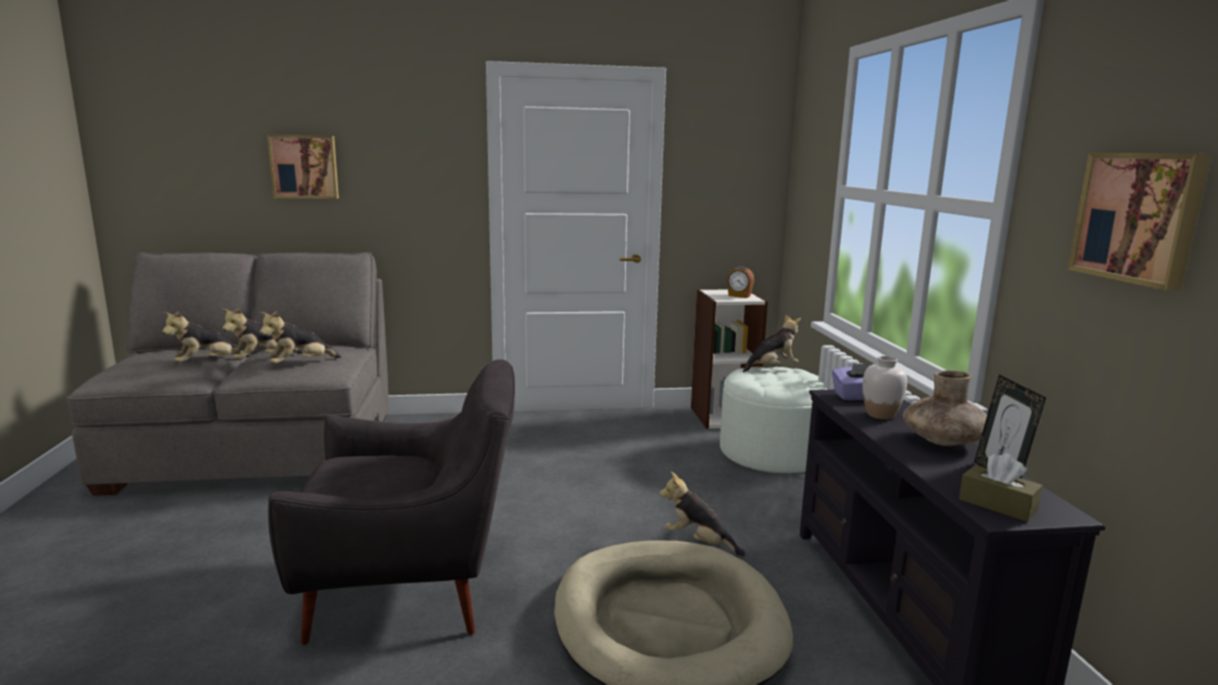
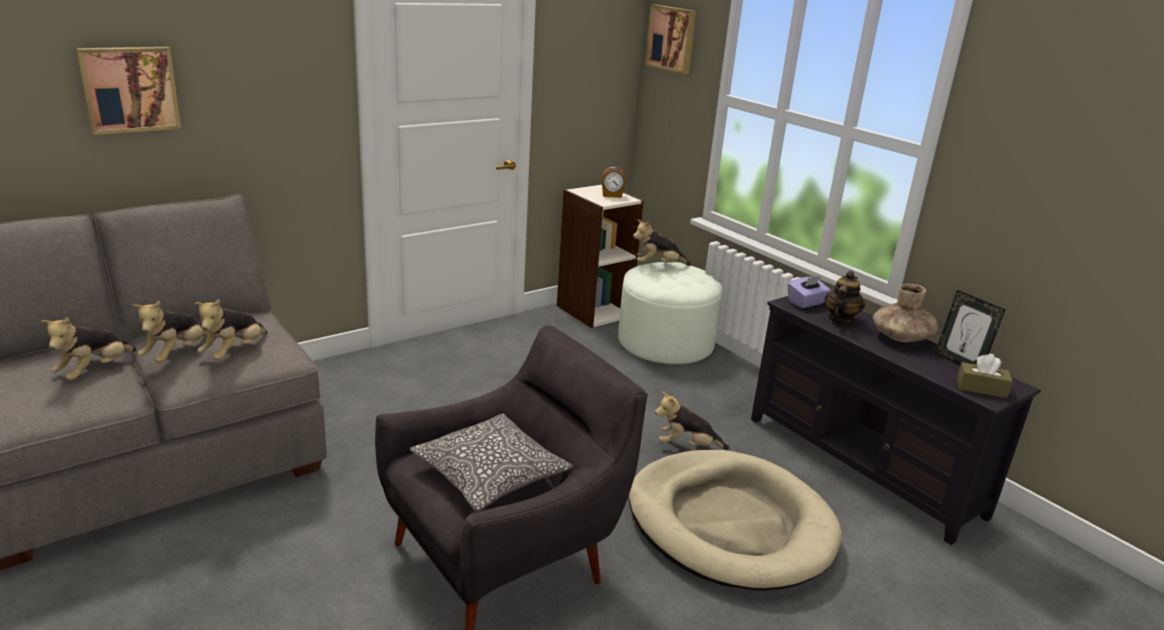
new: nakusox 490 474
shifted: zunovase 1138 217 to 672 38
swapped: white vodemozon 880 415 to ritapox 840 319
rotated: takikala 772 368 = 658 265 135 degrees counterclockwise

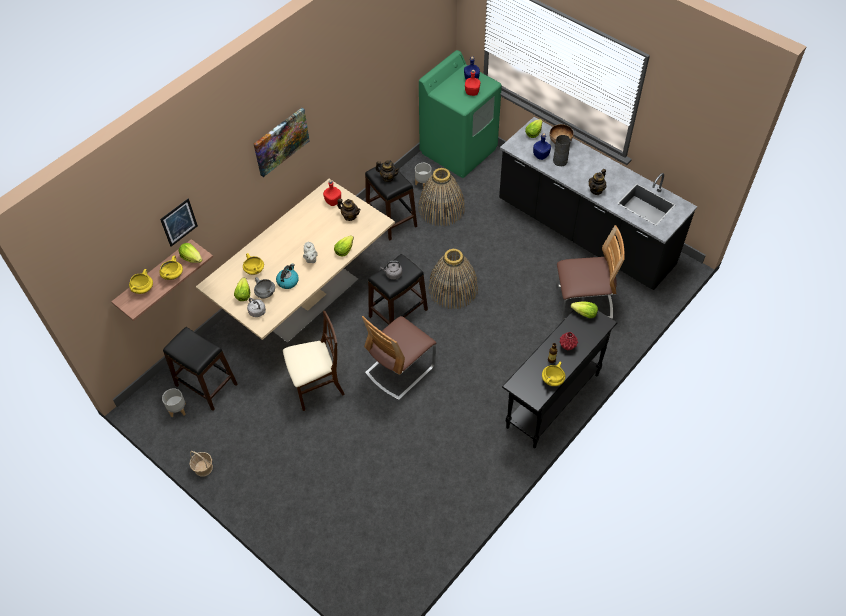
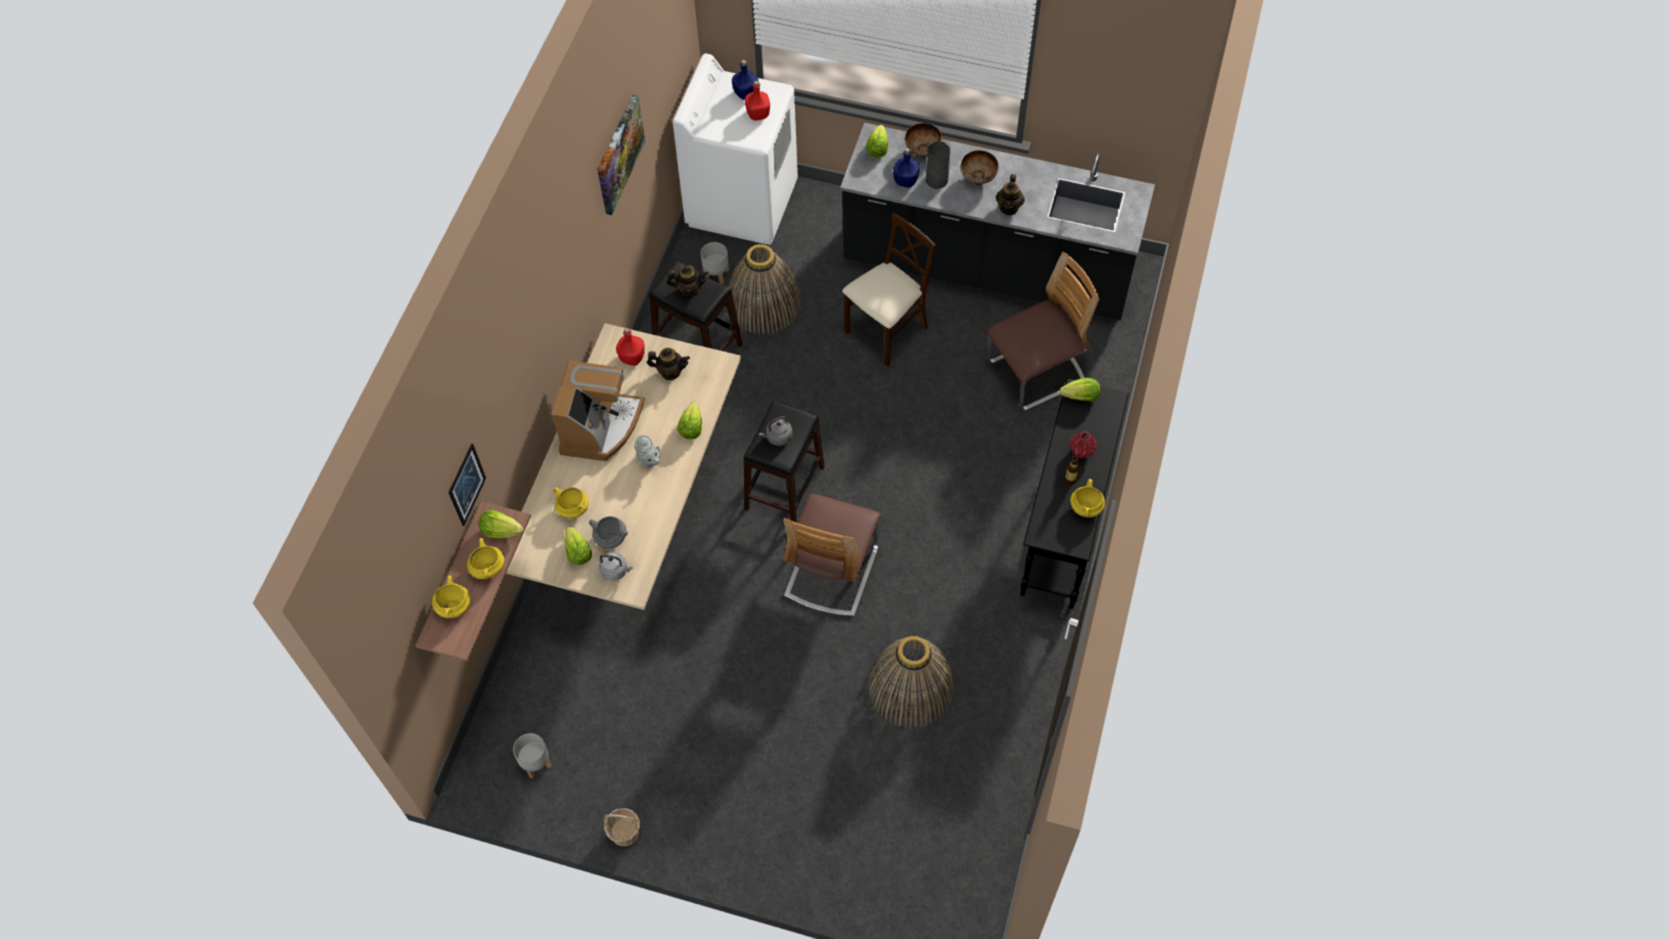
gone: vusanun 288 281; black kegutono 206 385
new: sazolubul 977 179; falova 600 427
shifted: zunovase 281 141 to 619 154; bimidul 453 288 to 911 687; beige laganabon 317 387 to 886 332
repainted: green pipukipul 459 150 to white pipukipul 742 202

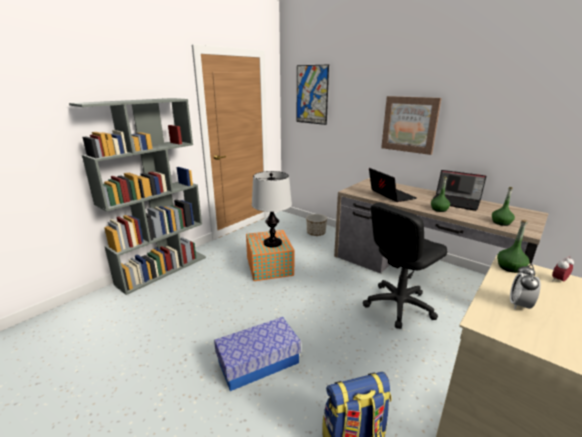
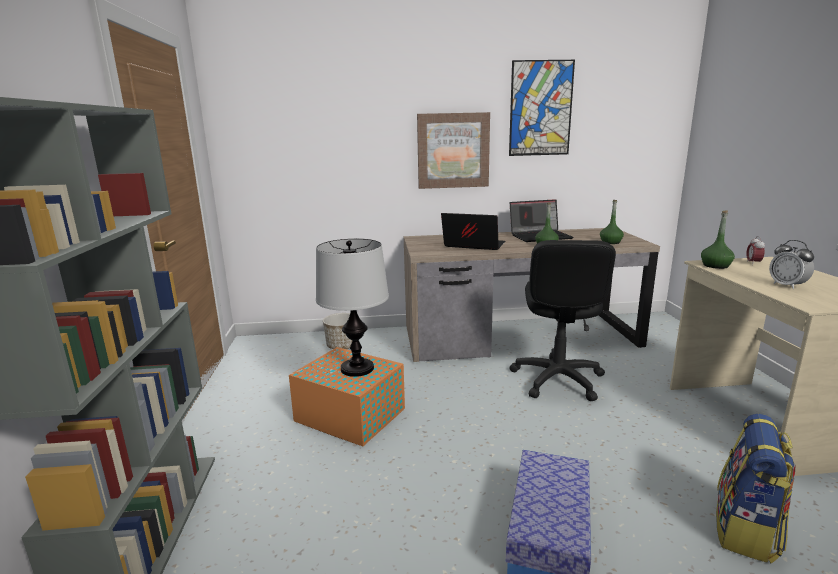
shifted: zunovase 312 95 to 540 108

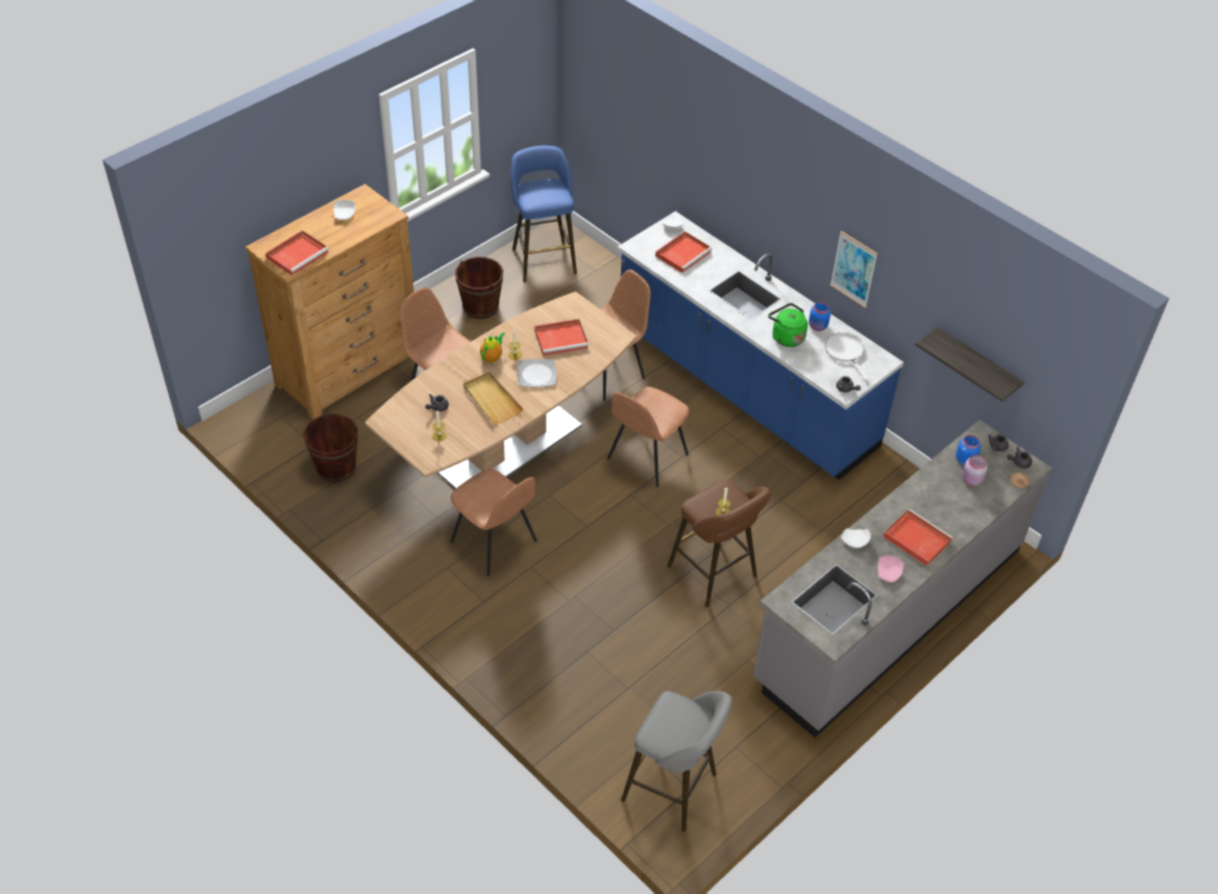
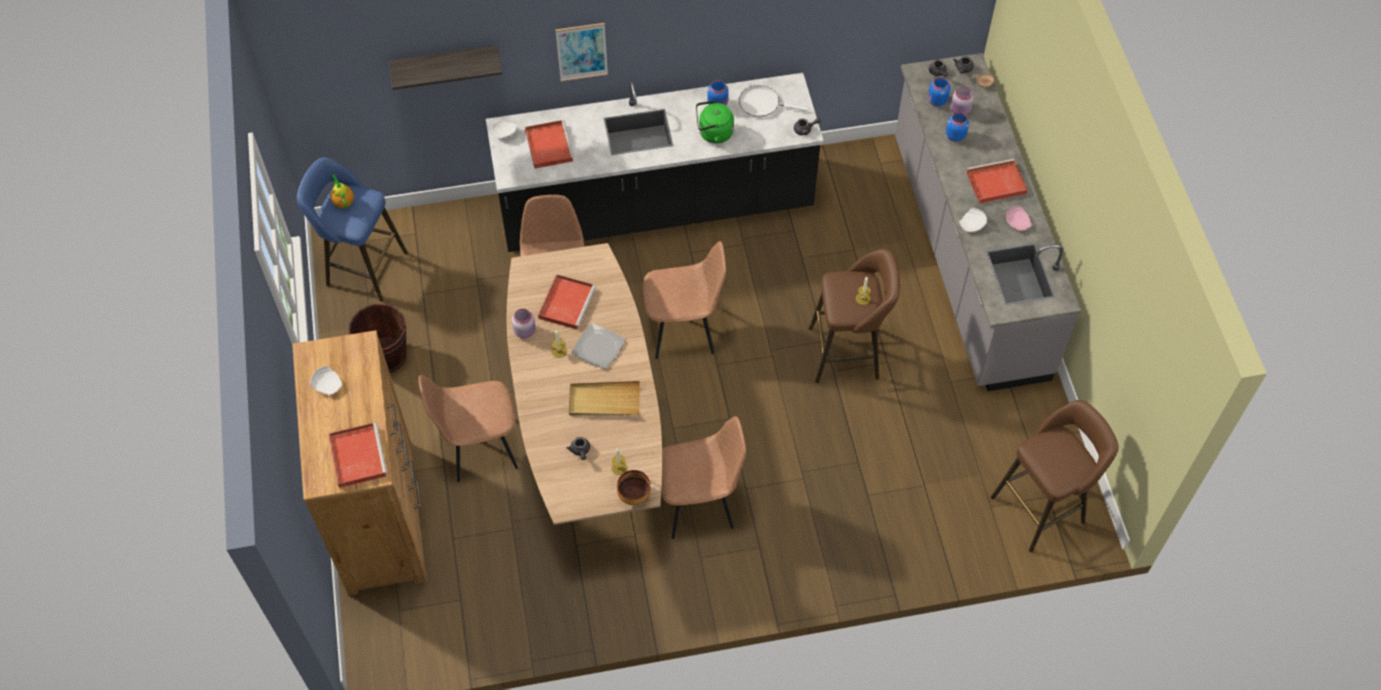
gone: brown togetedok 336 467
new: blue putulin 955 135; pink putulin 525 331; sazolubul 634 495
shifted: zunovase 853 269 to 582 52; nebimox 976 366 to 445 64; ritapox 492 357 to 343 201
repainted: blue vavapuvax 744 387 to black vavapuvax 656 207; grey kegutono 674 789 to brown kegutono 1042 507
rotated: brown laganabon 646 458 = 684 329 75 degrees counterclockwise

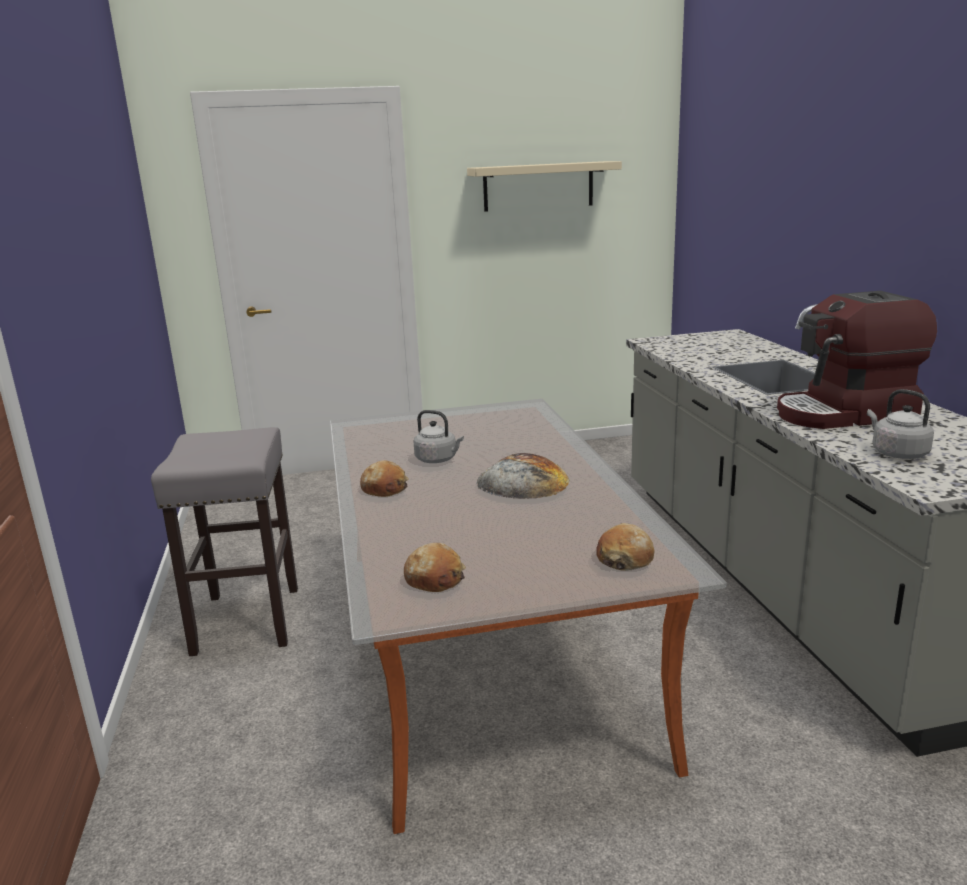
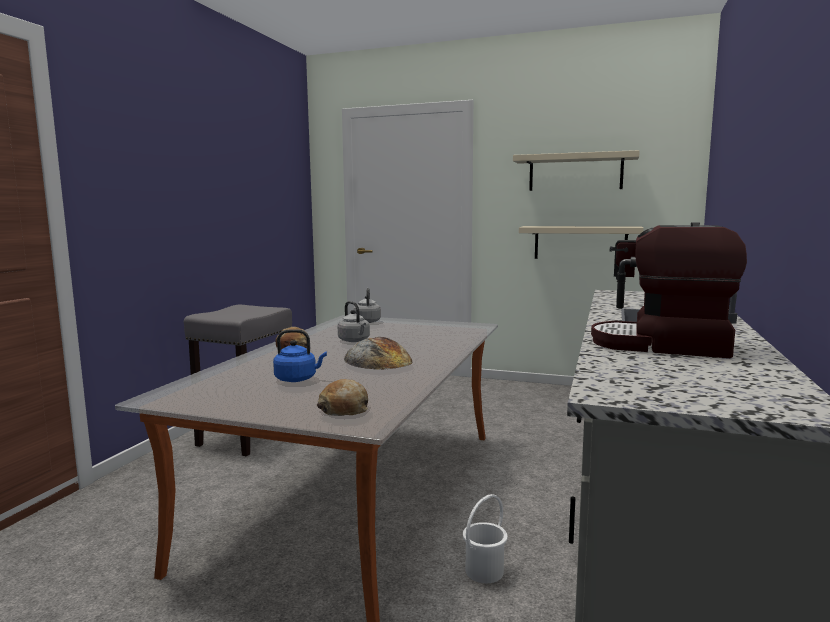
gone: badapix 435 578
new: beige nebimox 580 243; blue vusanun 298 379; white togetedok 485 571
shifted: grey vusanun 896 453 to 367 321

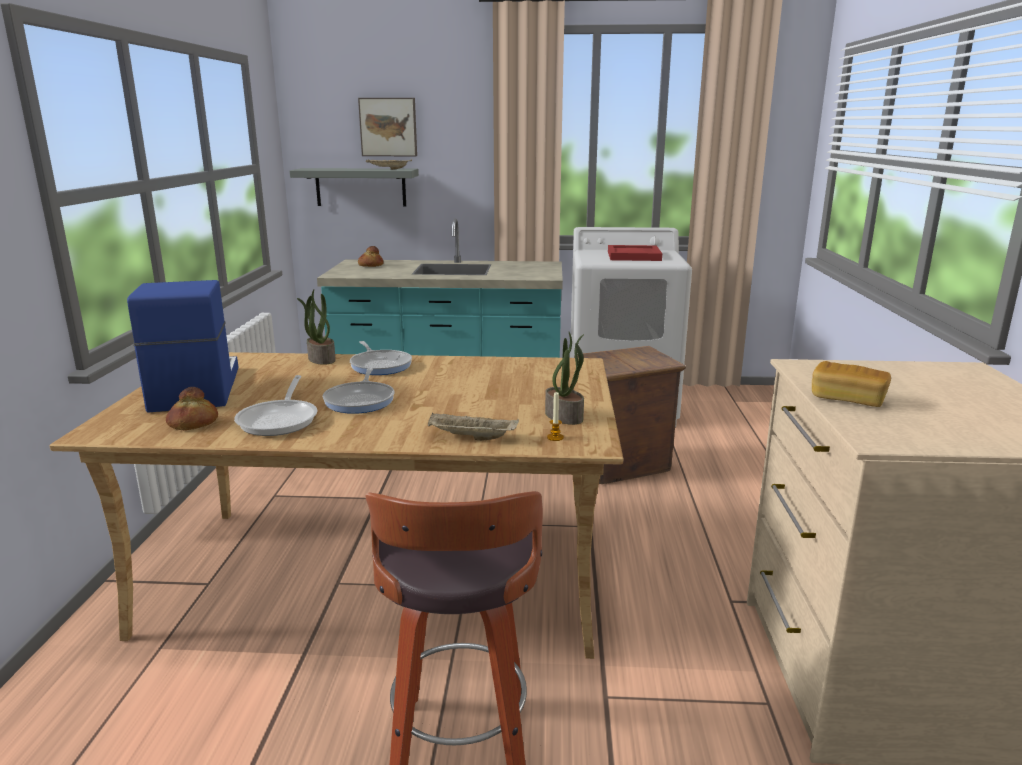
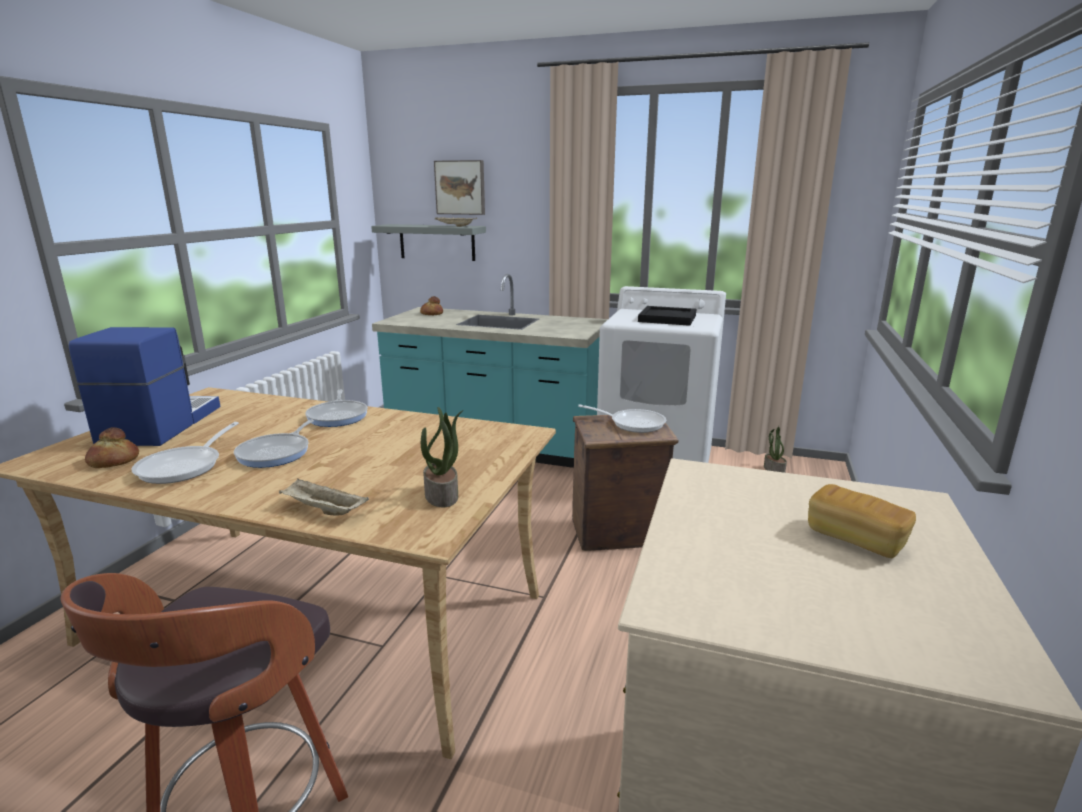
gone: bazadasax 555 437
new: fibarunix 632 423
shifted: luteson 321 359 to 773 469; badapix 847 399 to 855 538
repainted: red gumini 633 256 to black gumini 666 318

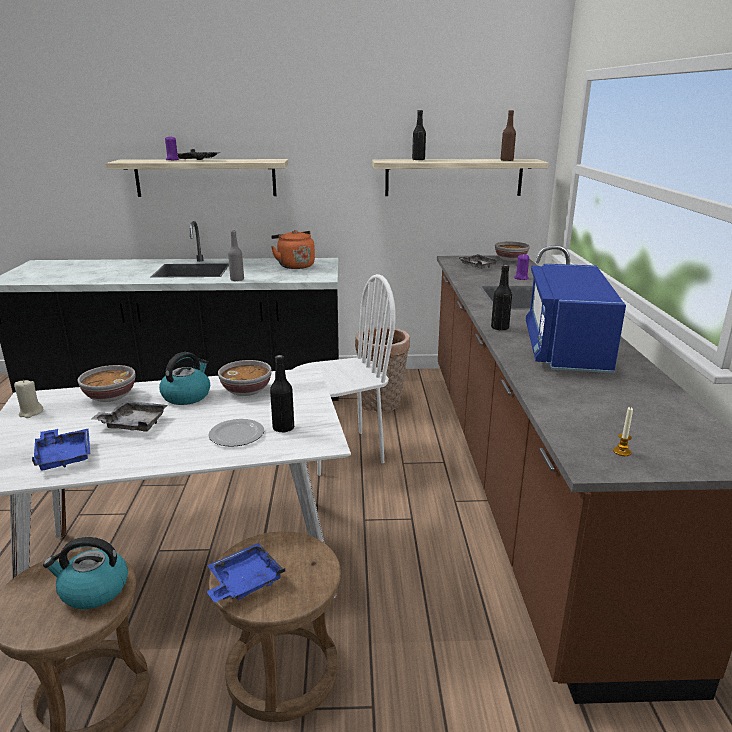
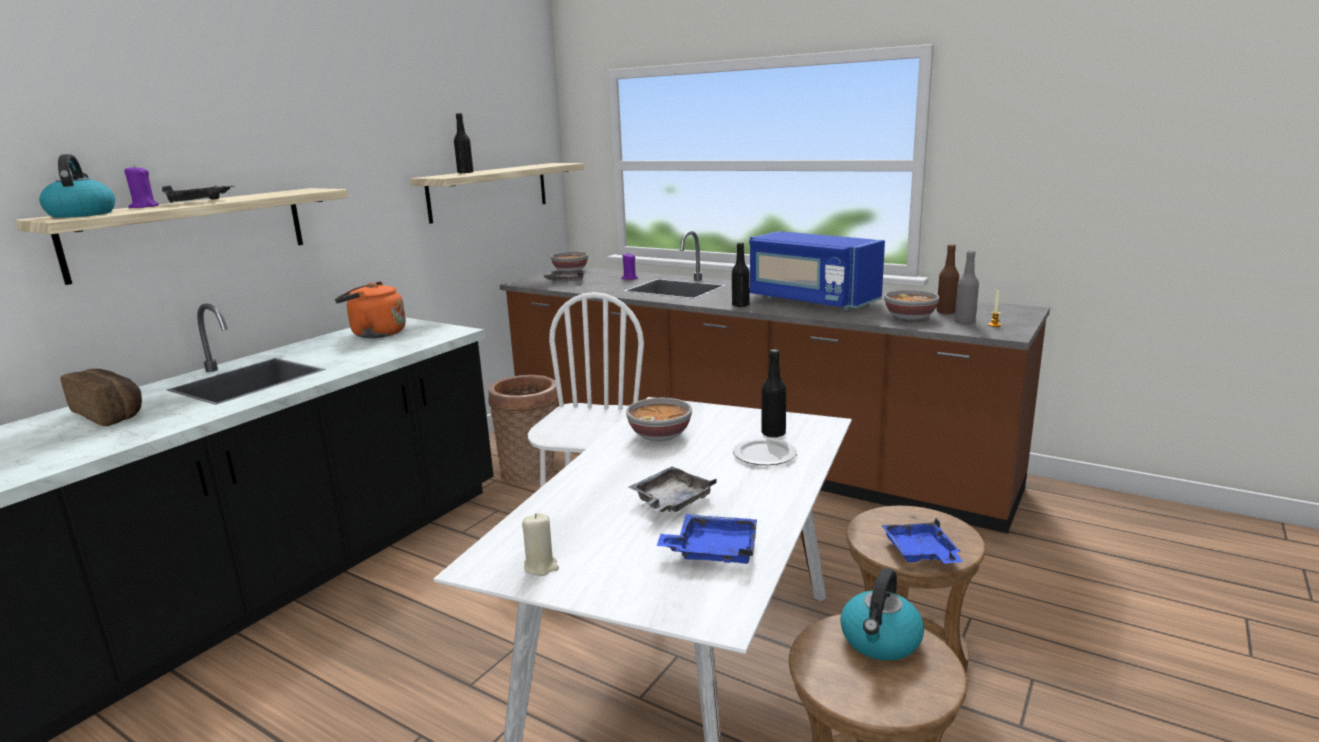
new: badapix 112 413
shifted: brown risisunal 506 160 to 946 312; grey risisunal 237 280 to 964 322; vusanun 187 396 to 82 214; sazolubul 109 396 to 910 317

